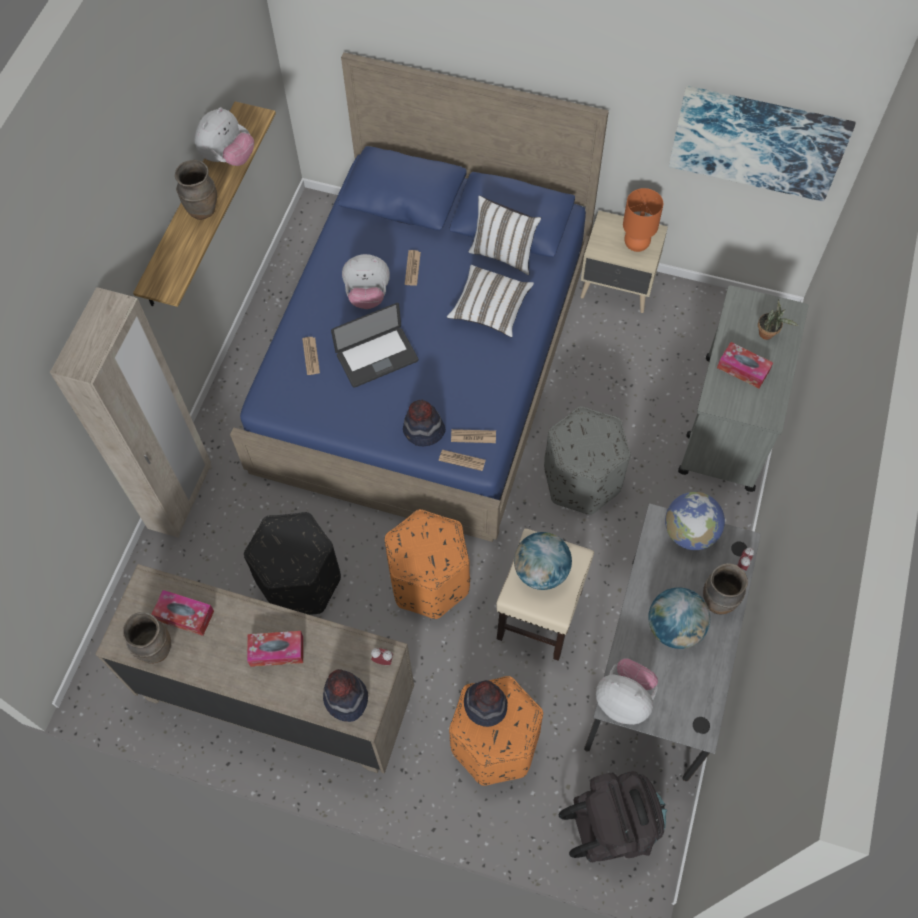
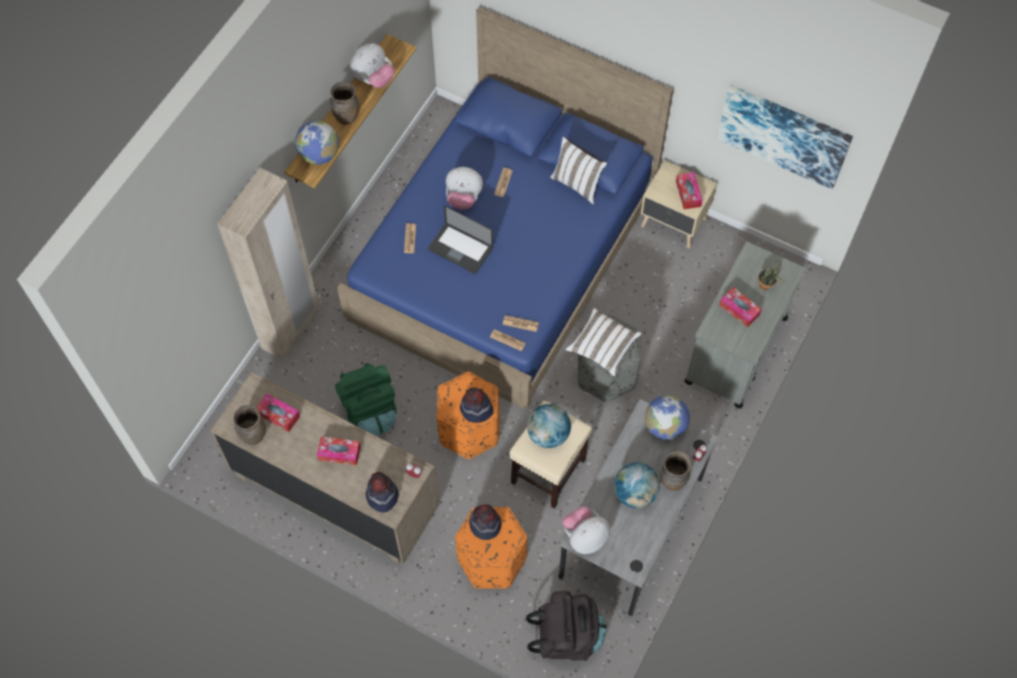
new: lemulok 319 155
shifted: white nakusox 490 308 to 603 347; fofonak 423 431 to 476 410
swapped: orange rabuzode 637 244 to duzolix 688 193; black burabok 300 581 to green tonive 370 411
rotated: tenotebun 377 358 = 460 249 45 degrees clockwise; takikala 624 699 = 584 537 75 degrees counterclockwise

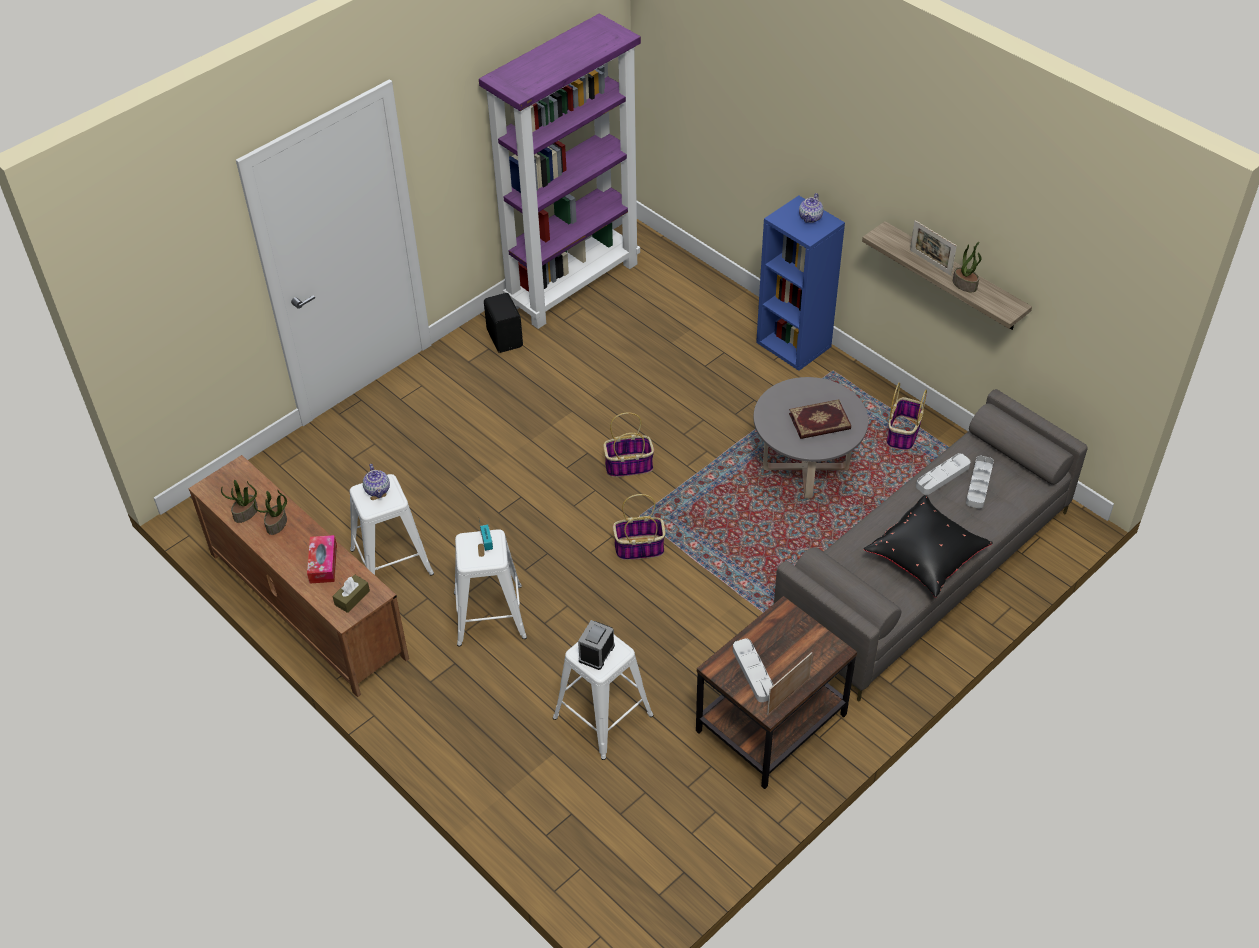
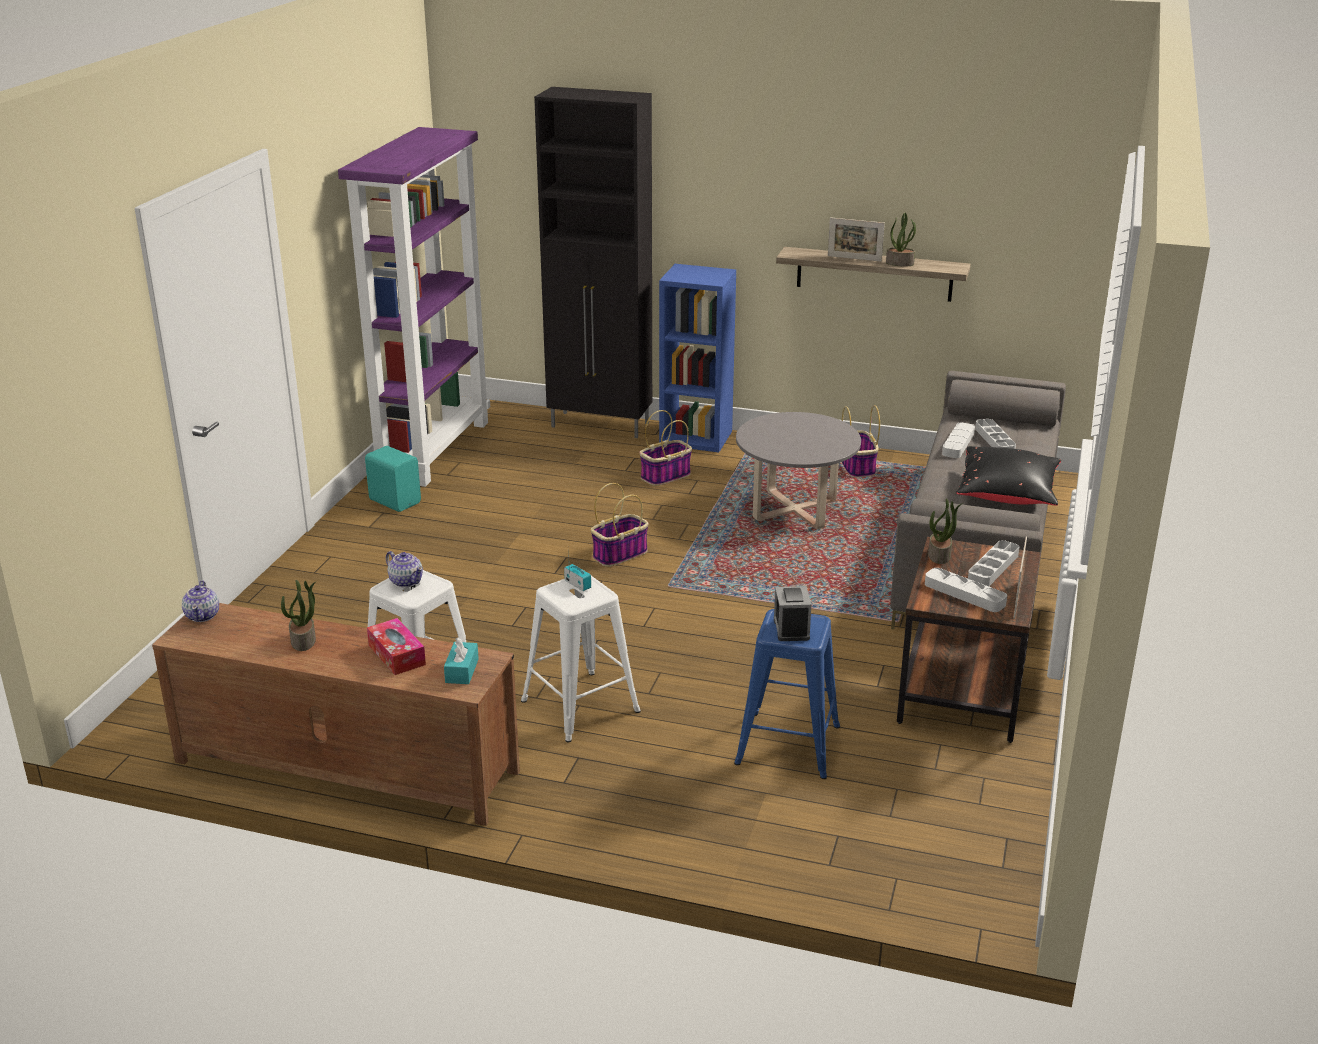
gone: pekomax 820 422
new: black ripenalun 601 425; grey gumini 993 568
shifted: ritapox 810 217 to 203 615; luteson 246 513 to 940 555; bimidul 638 548 to 665 476
repainted: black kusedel 505 338 to turquoise kusedel 395 501; brown duzolix 352 598 to turquoise duzolix 462 671; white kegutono 603 717 to blue kegutono 789 745

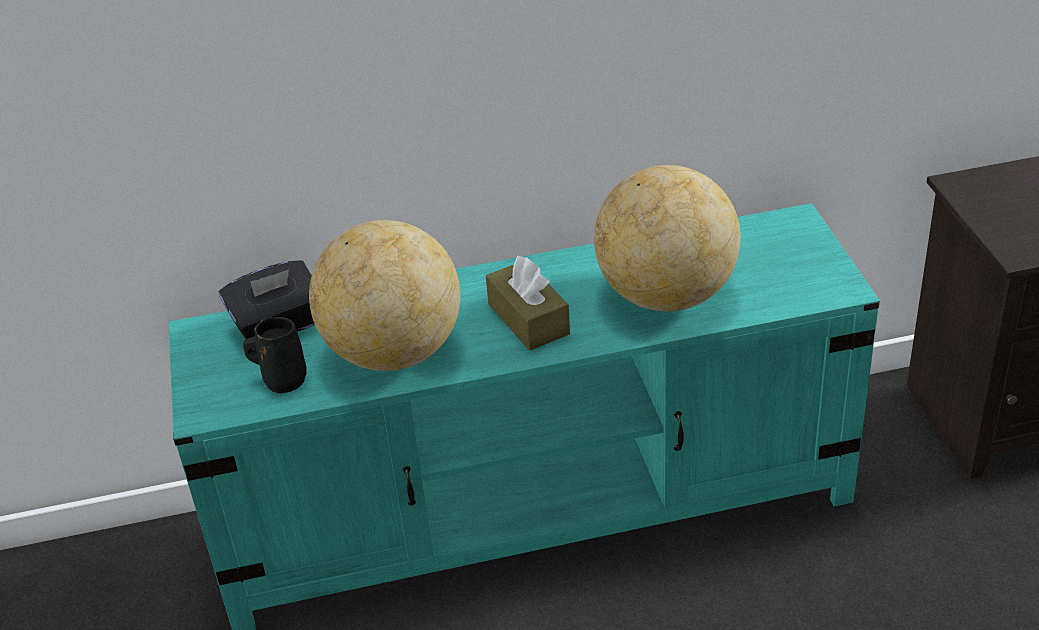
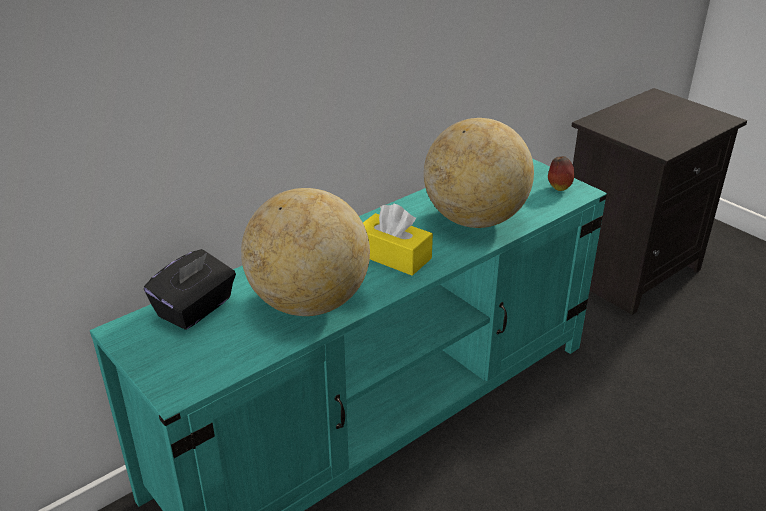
gone: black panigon 282 380
new: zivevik 559 188
repainted: brown duzolix 528 319 to yellow duzolix 393 256

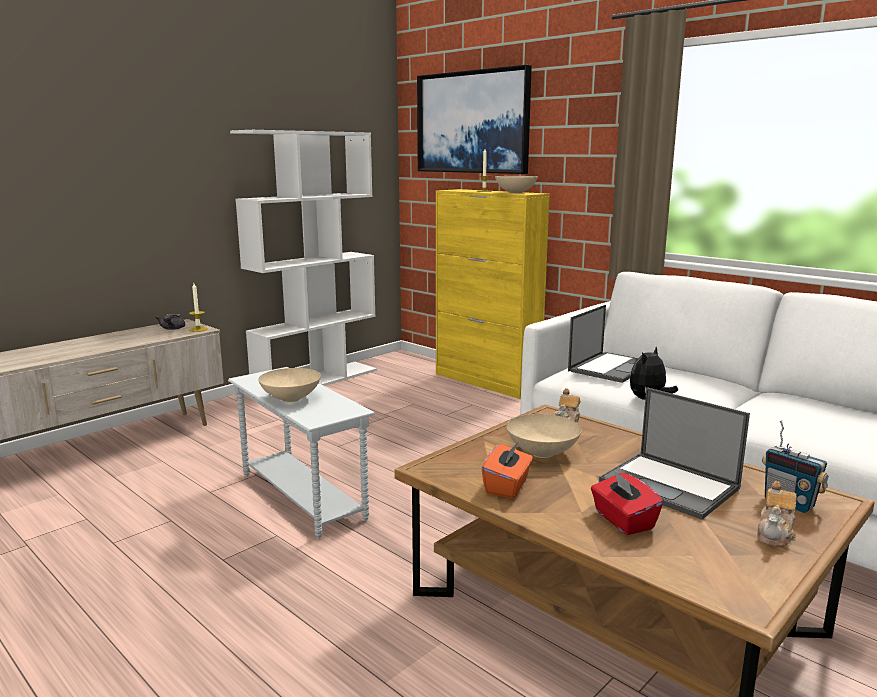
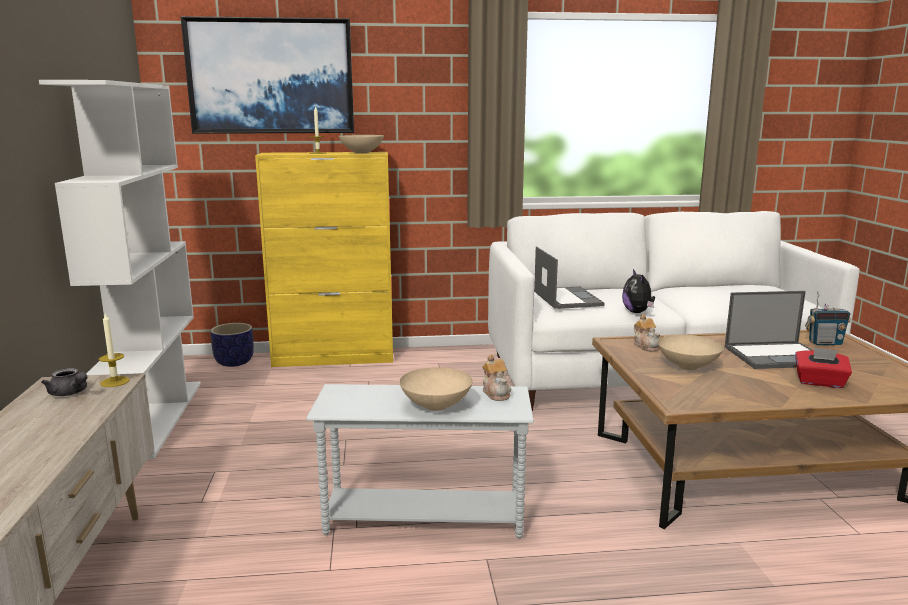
gone: orange duzolix 507 486
new: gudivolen 234 362
shifted: ritapox 775 534 to 496 393

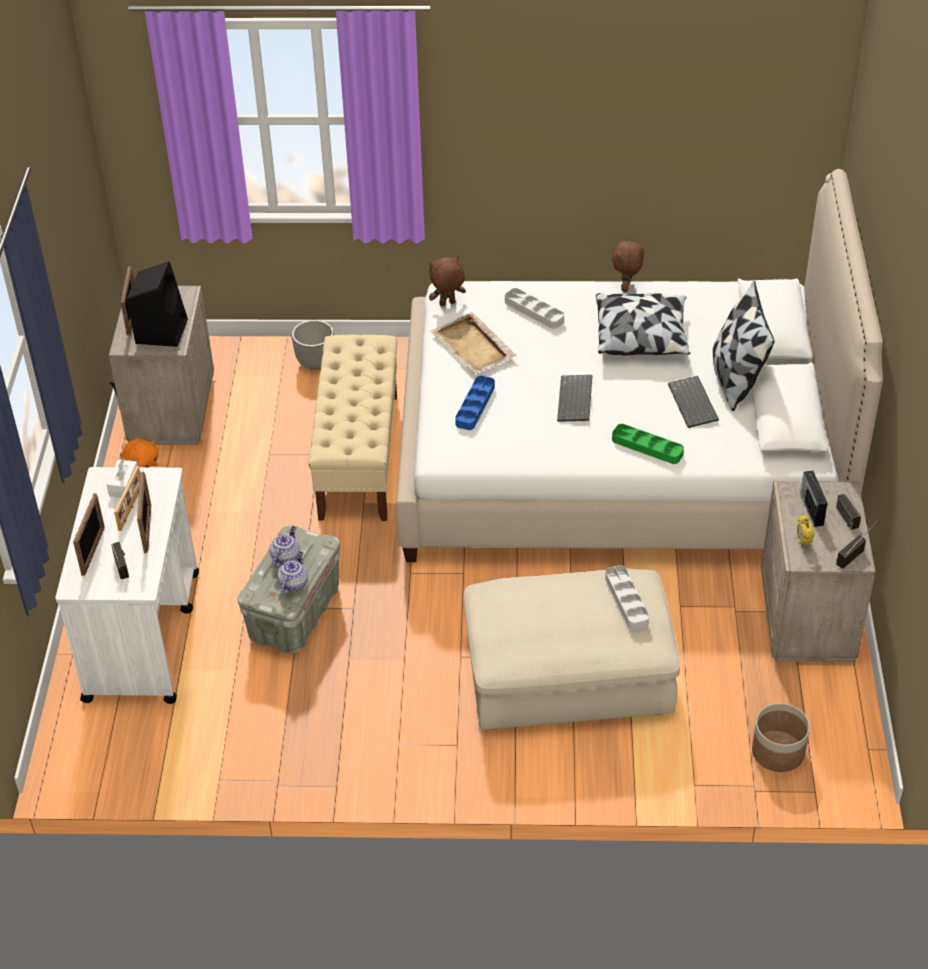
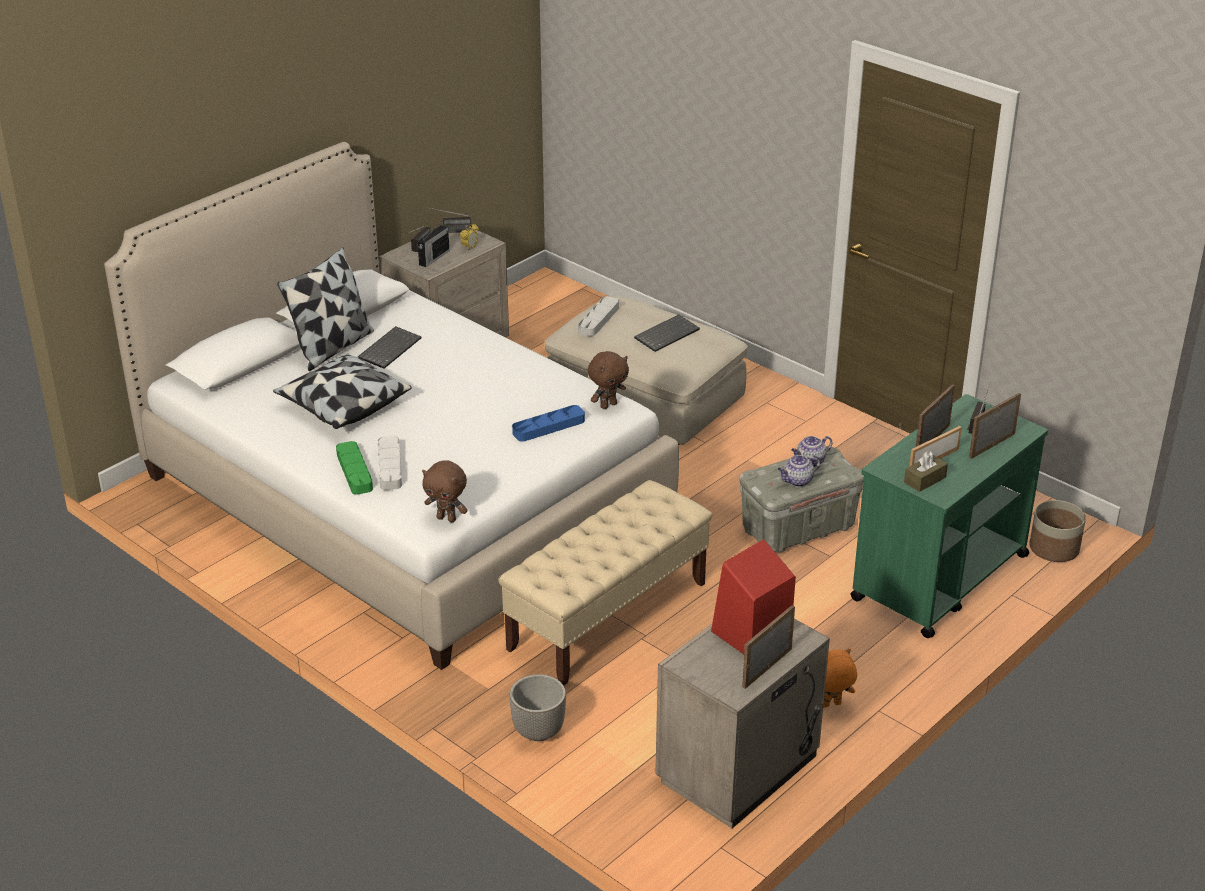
gone: beige gumini 473 347
shifted: brown takikala 626 288 to 608 405; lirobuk 576 400 to 666 334; green gumini 647 447 to 354 471; gudivolen 778 751 to 1053 548
repainted: black kusedel 161 330 to red kusedel 750 634; white duzolix 124 484 to brown duzolix 925 480; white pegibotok 143 635 to green pegibotok 939 577

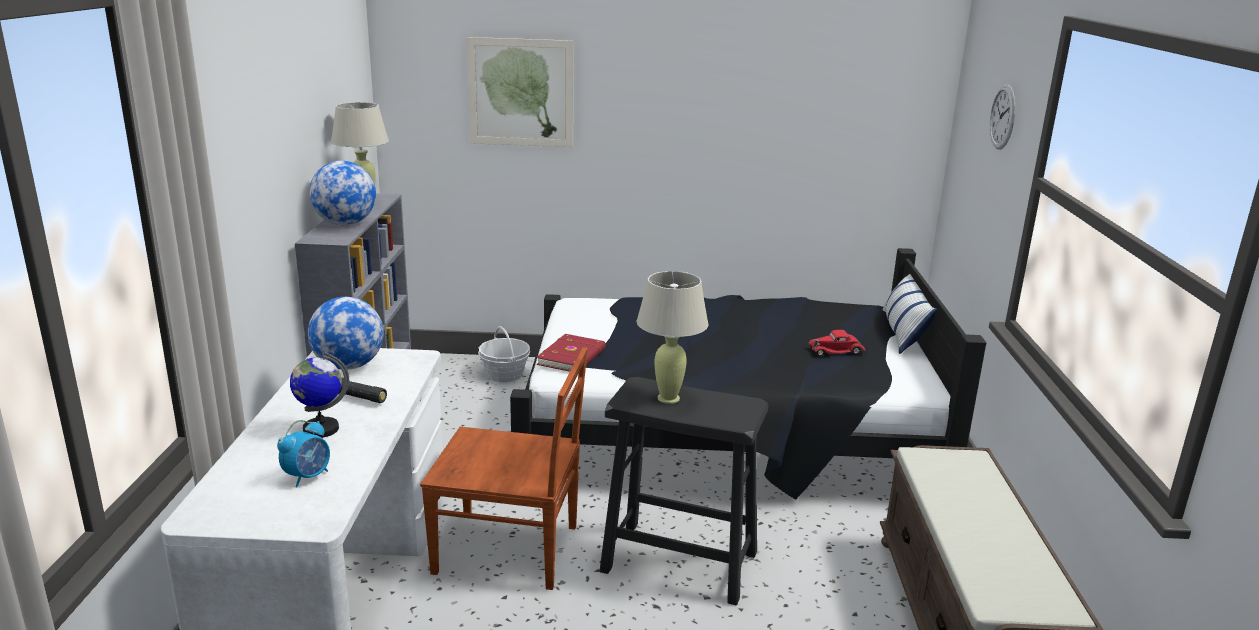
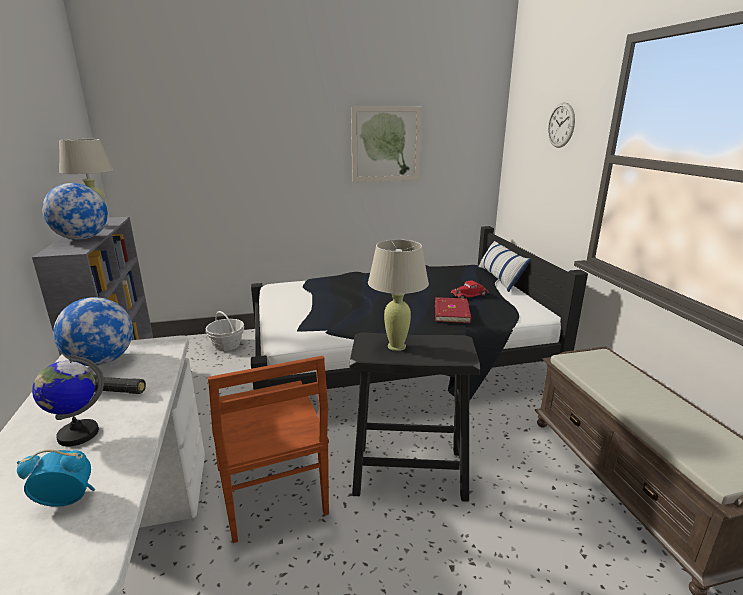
shifted: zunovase 521 92 to 386 144; red pekomax 573 357 to 453 312
rotated: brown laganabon 510 550 = 272 492 75 degrees clockwise; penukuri 308 476 = 66 500 120 degrees counterclockwise

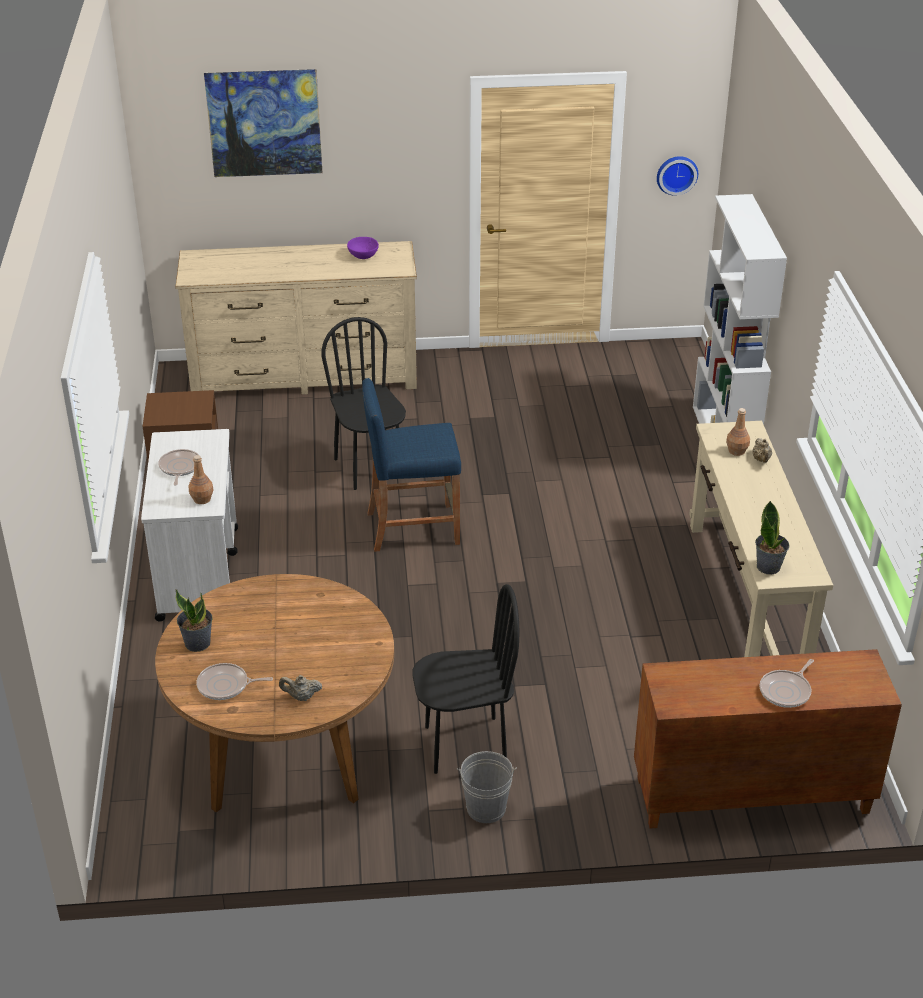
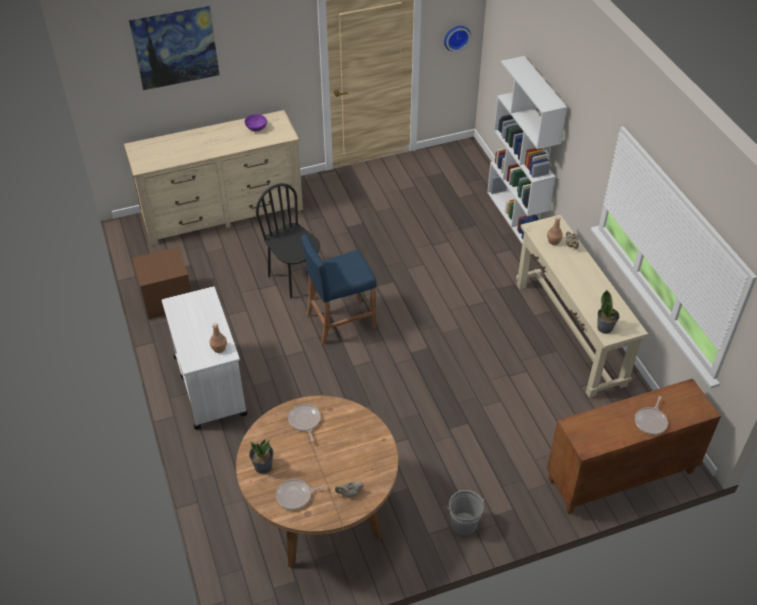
gone: black laganabon 465 745
shifted: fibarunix 179 468 to 305 421

